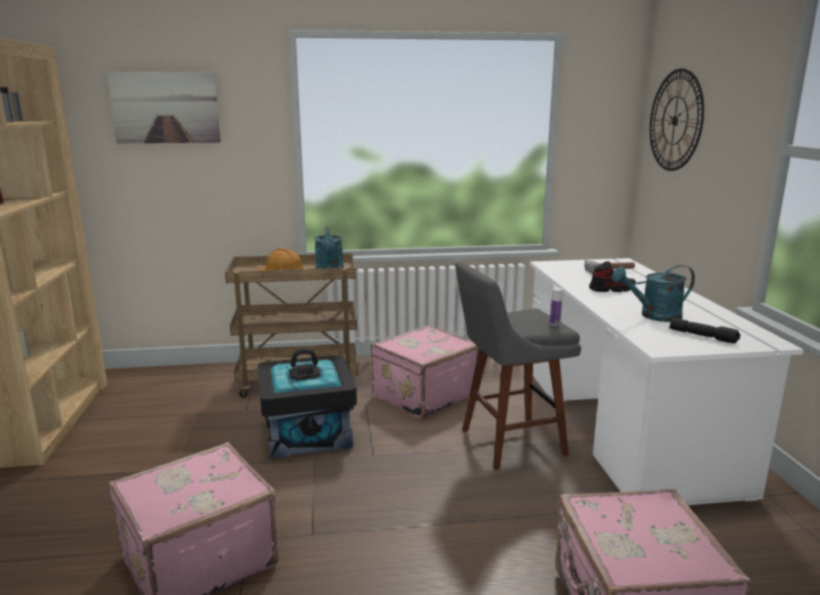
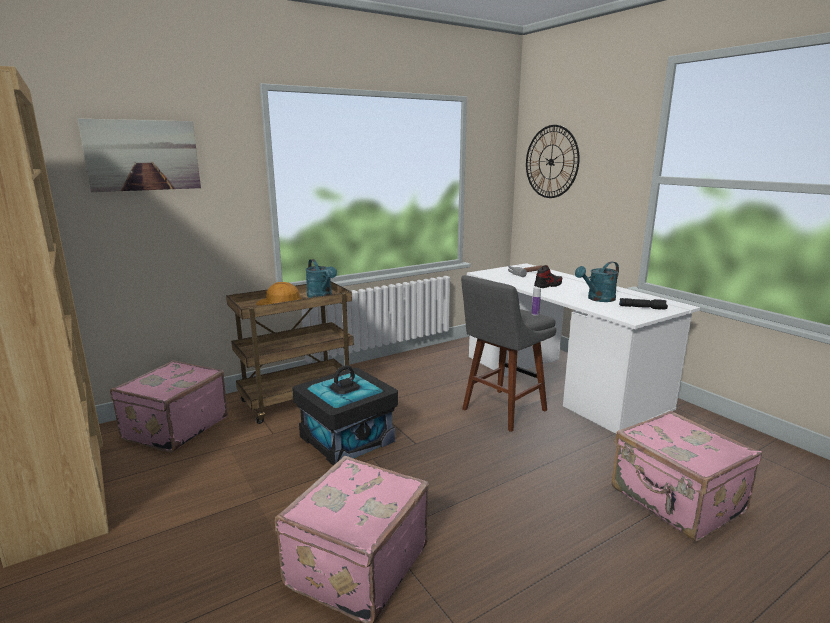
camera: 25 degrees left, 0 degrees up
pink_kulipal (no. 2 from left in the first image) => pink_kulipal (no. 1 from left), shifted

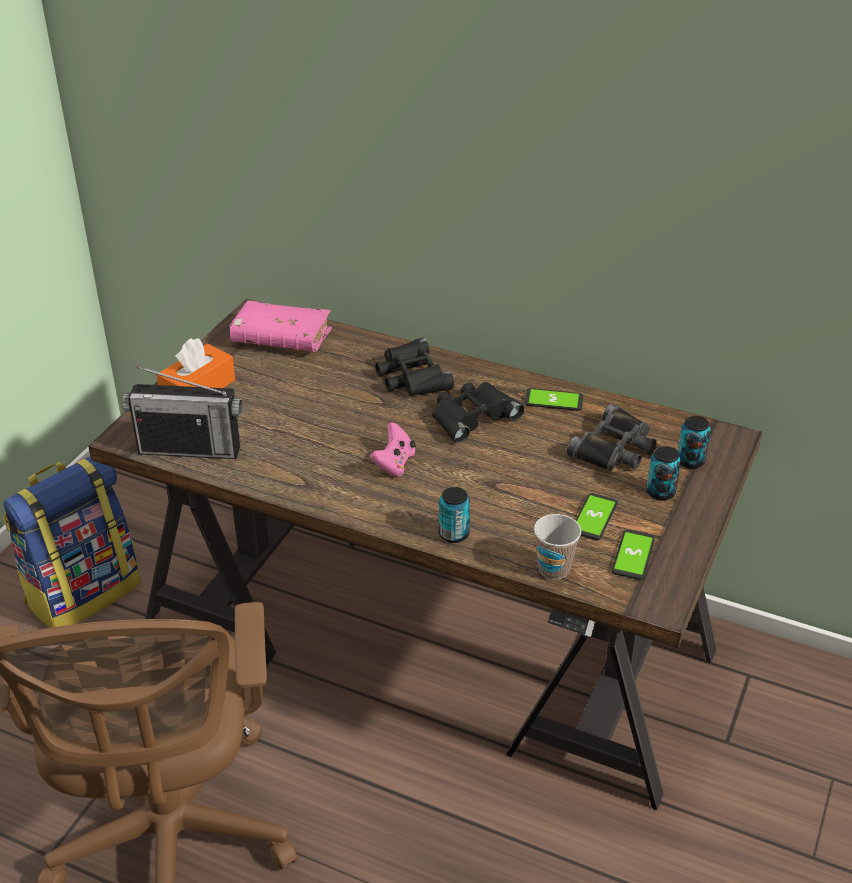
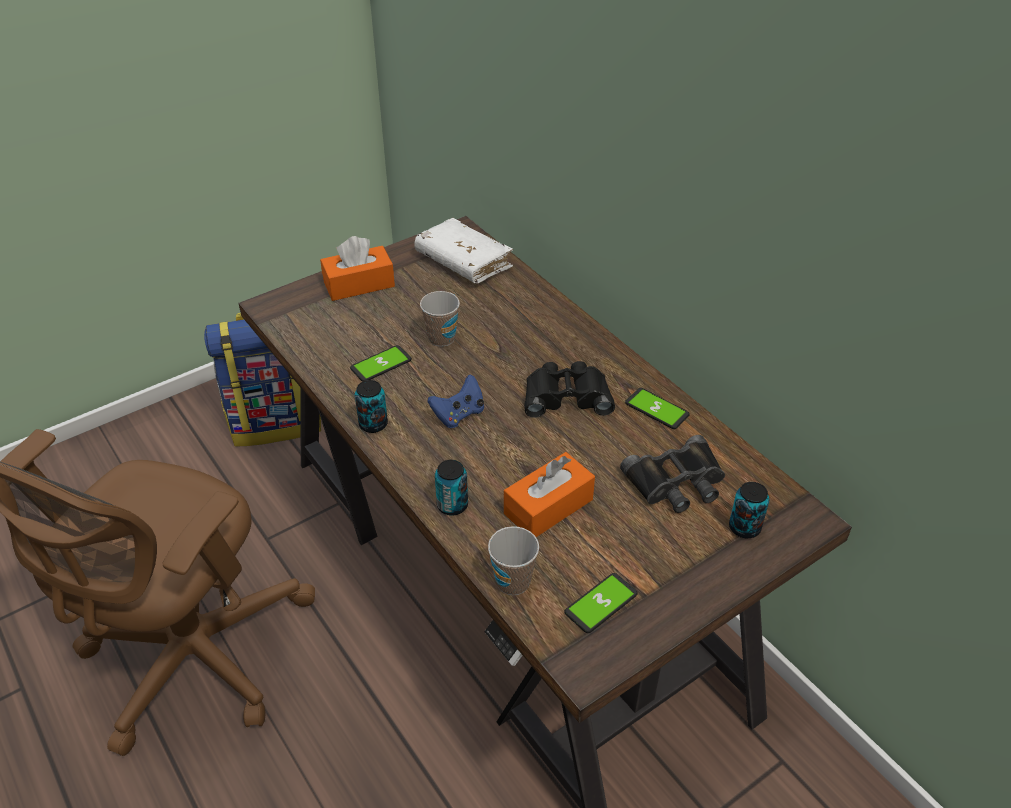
camera: 30 degrees right, 5 degrees up
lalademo => nothing
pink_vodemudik => white_vodemudik
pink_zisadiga => blue_zisadiga
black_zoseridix (no. 1 from left) => nothing
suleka (no. 2 from left in the first image) => suleka (no. 1 from left), shifted
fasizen (no. 2 from left in the first image) => fasizen (no. 1 from left), shifted
nothing => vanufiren (no. 1 from left)
nothing => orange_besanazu (no. 2 from left)

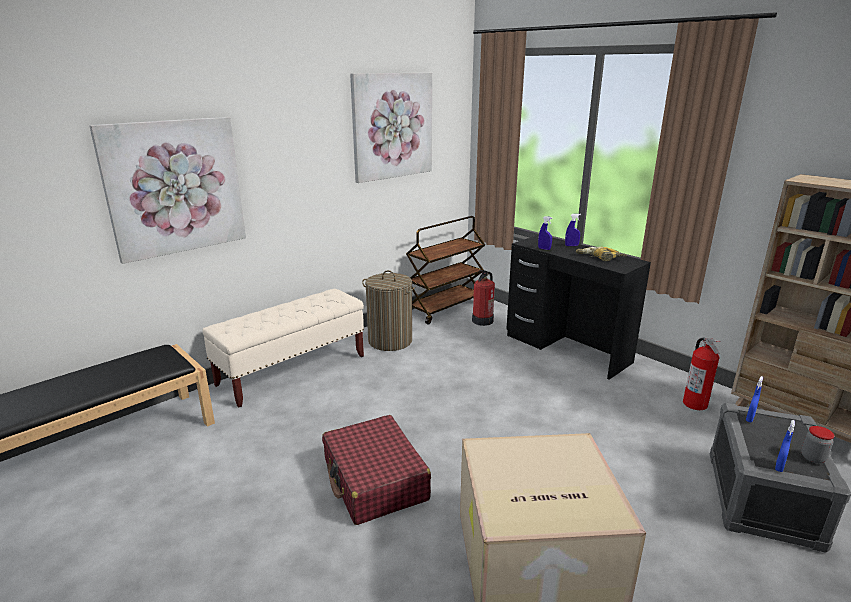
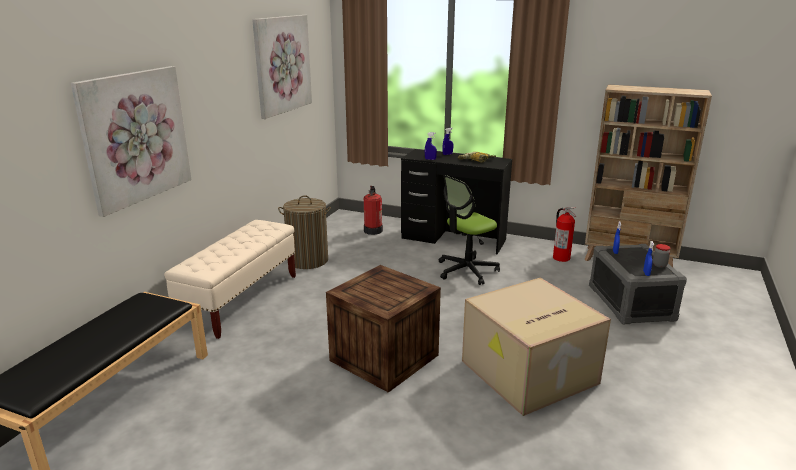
camera: 25 degrees left, 0 degrees up
red_kulipal => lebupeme
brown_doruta => nothing
nothing => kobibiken

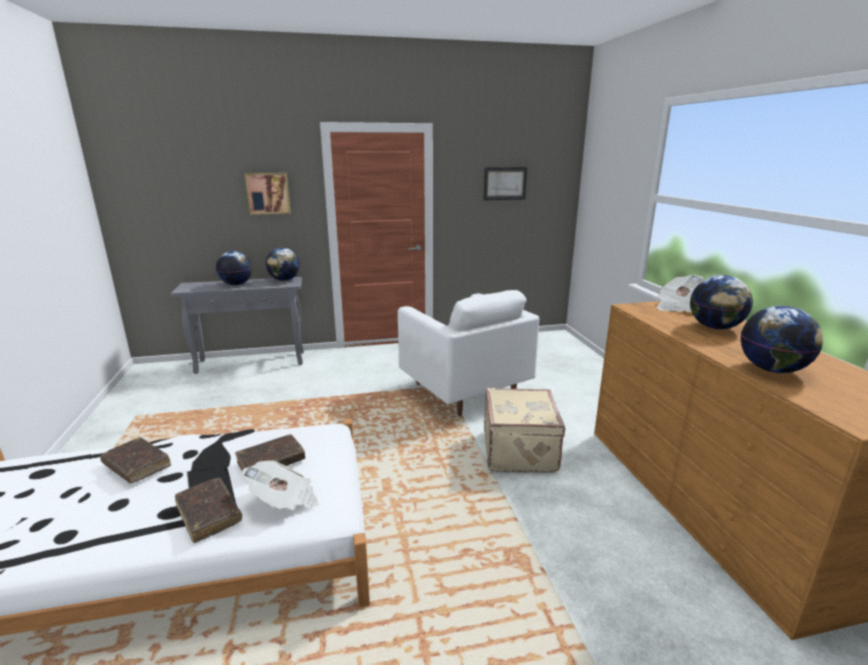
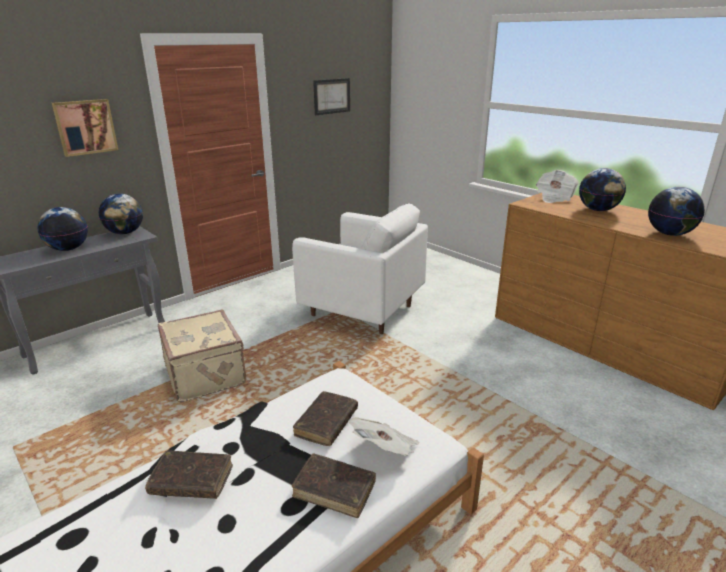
camera: 30 degrees left, 5 degrees up
beige_kulipal, shifted

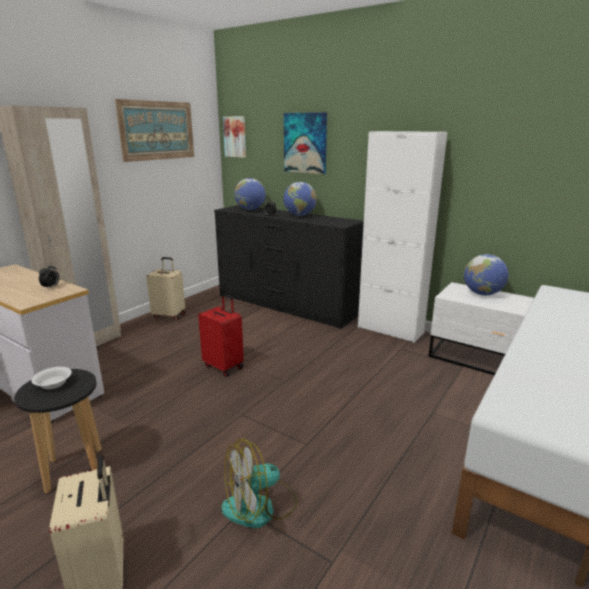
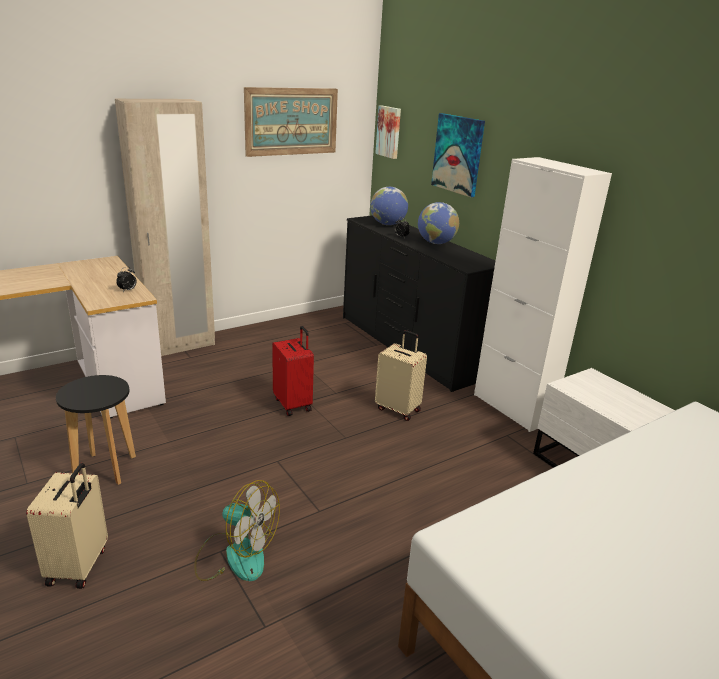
camera: 20 degrees right, 5 degrees up
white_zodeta => nothing
beige_kulipal (no. 2 from left), shifted
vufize, 150 degrees counterclockwise
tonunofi (no. 3 from left) => nothing

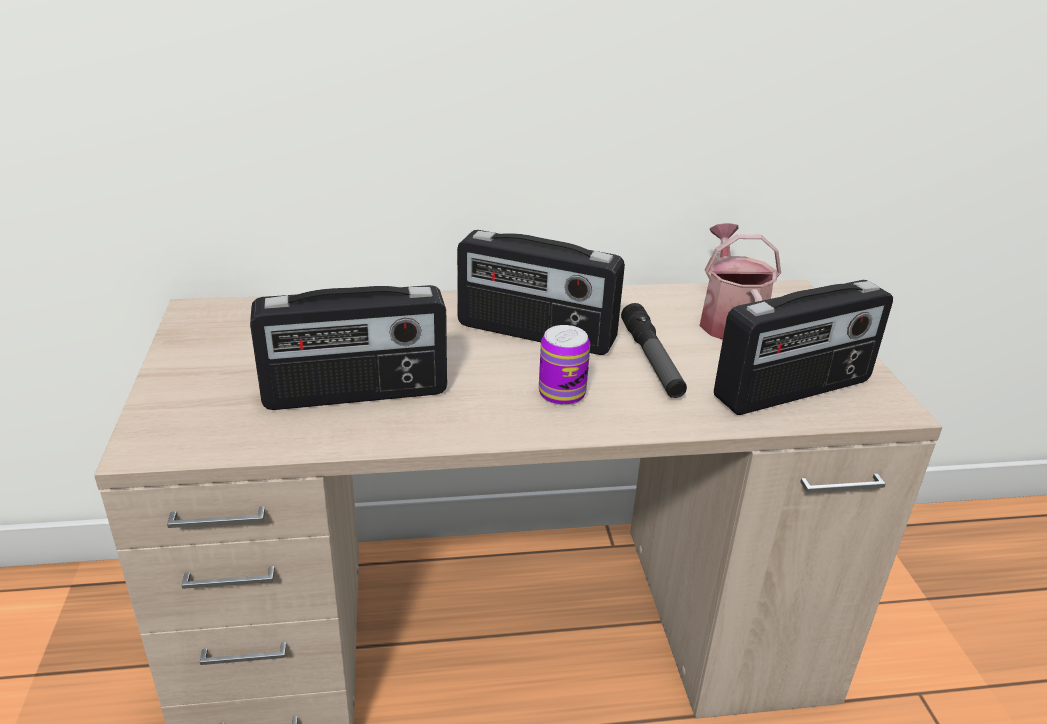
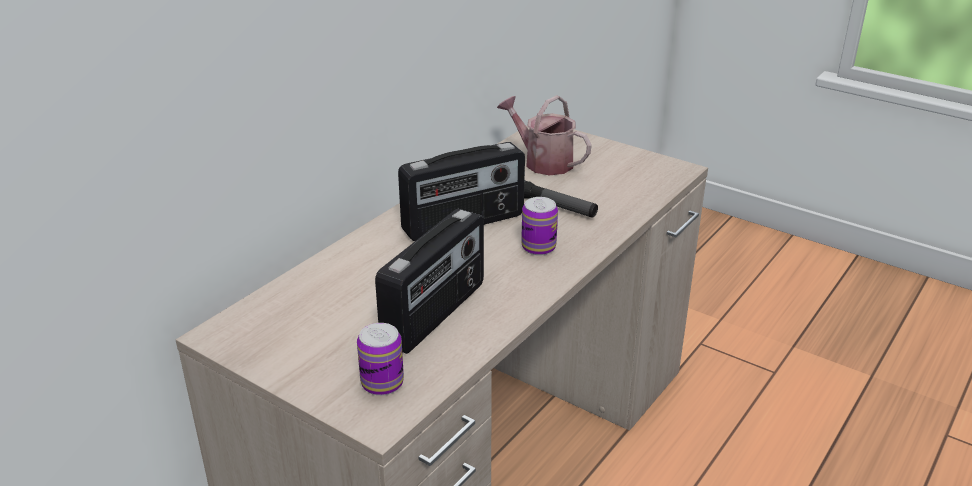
camera: 45 degrees left, 0 degrees up
lalademo (no. 3 from left) => nothing
nothing => fasizen (no. 1 from left)

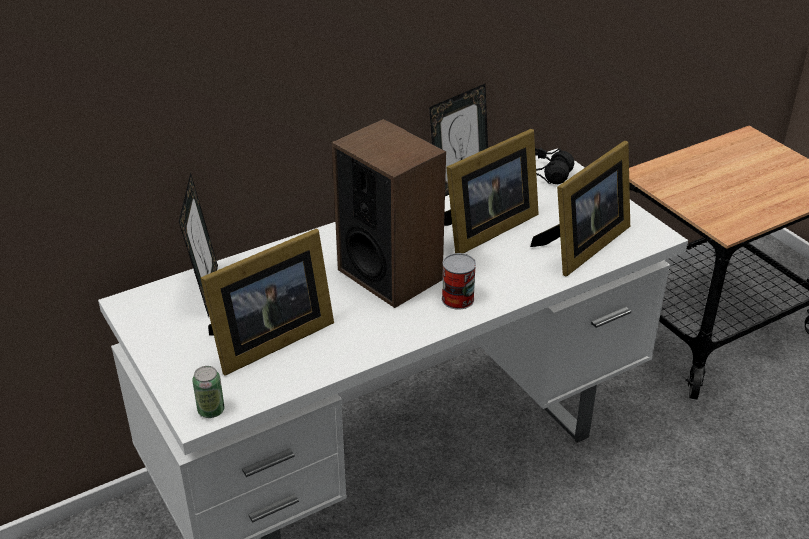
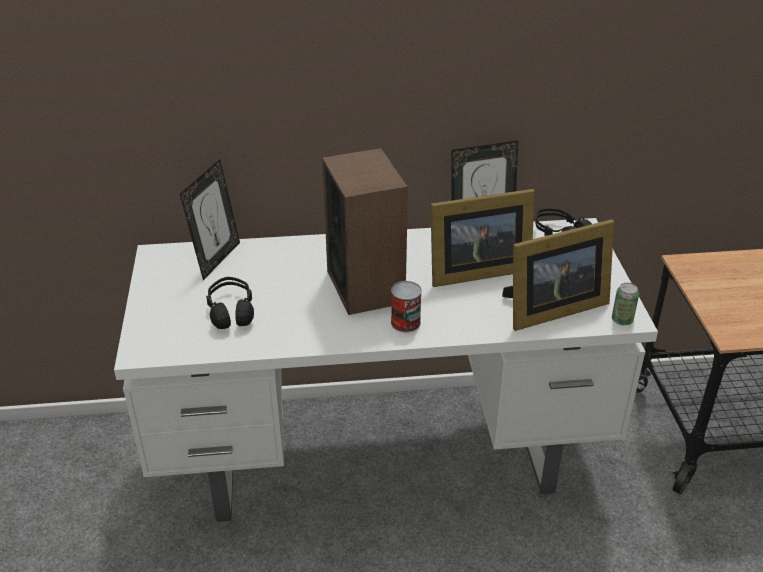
camera: 25 degrees right, 0 degrees up
fasizen (no. 1 from left in the first image) => fasizen (no. 2 from left), shifted
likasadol (no. 2 from left) => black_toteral (no. 1 from left)

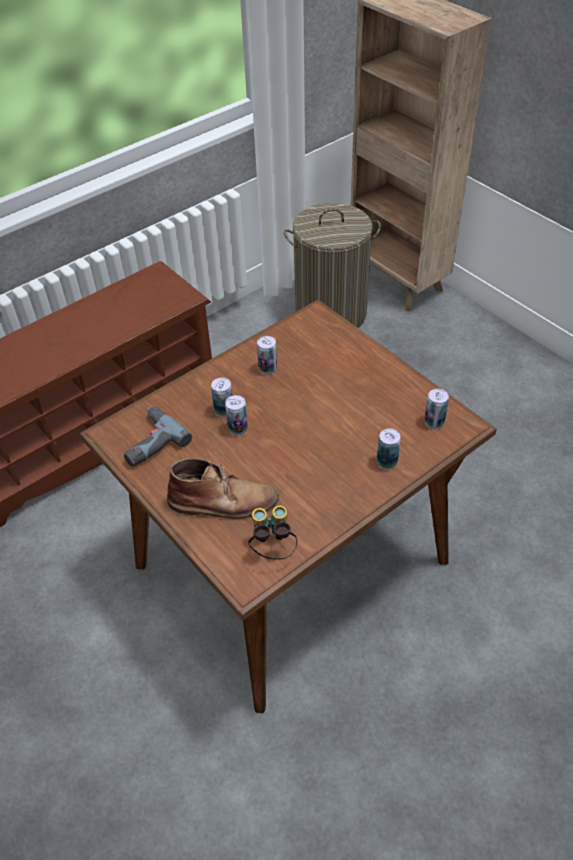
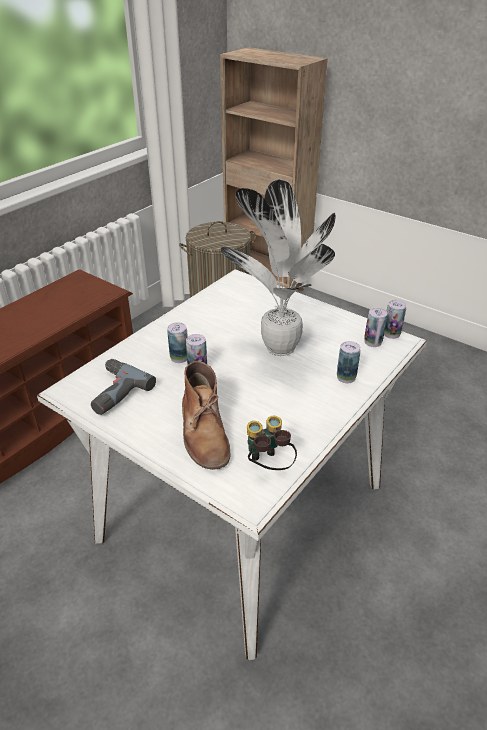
camera: 15 degrees left, 10 degrees down
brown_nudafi => white_nudafi
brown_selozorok, 90 degrees clockwise
fasizen (no. 3 from left in the first image) => fasizen (no. 5 from left), shifted
nothing => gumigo

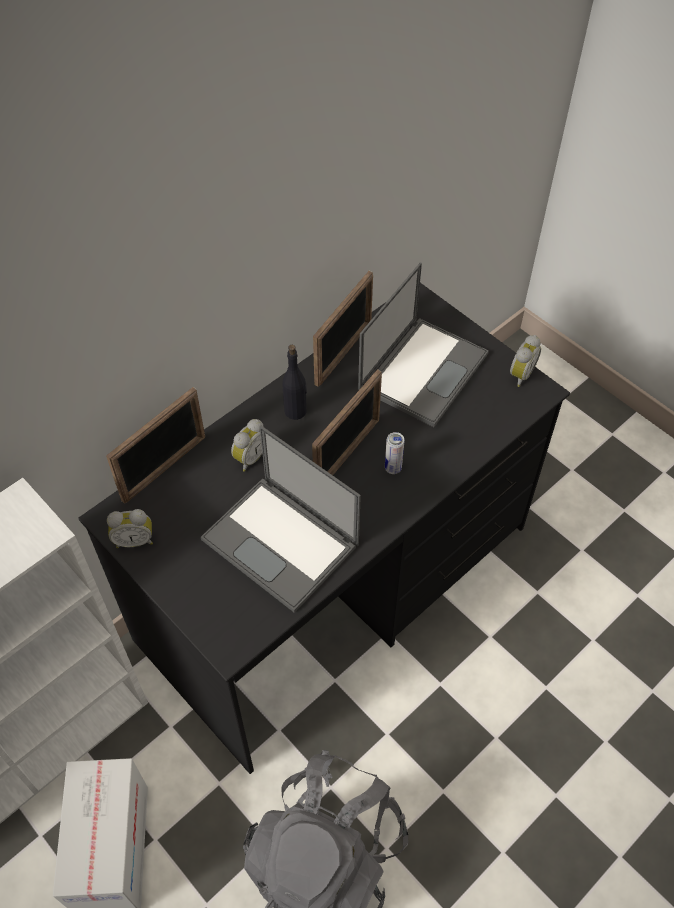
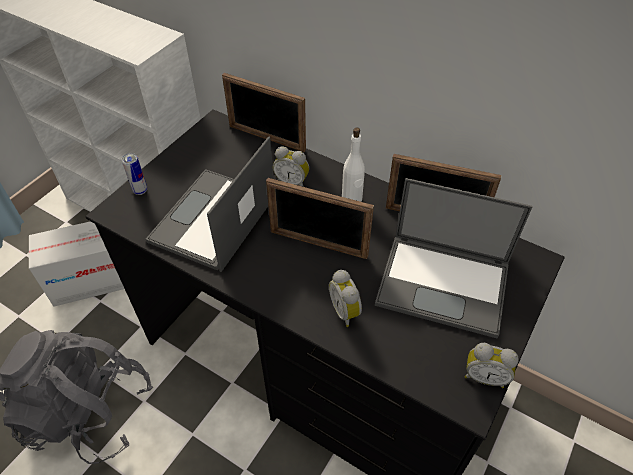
camera: 75 degrees right, 5 degrees down
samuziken (no. 1 from left in the first image) => samuziken (no. 2 from left), shifted
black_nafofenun => white_nafofenun
fasizen, shifted

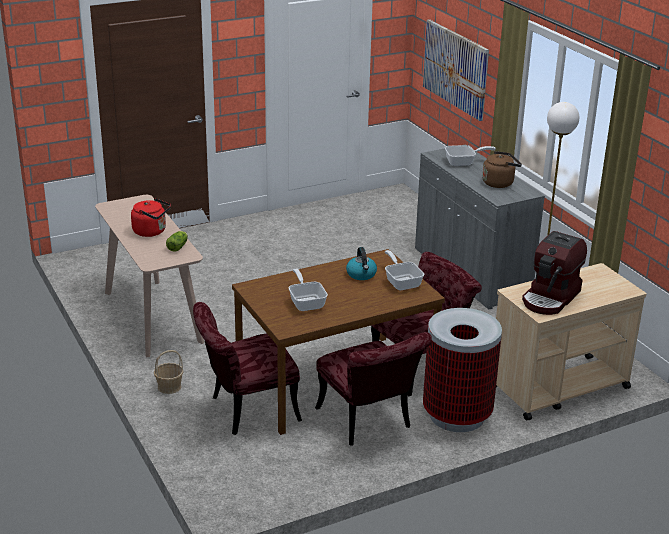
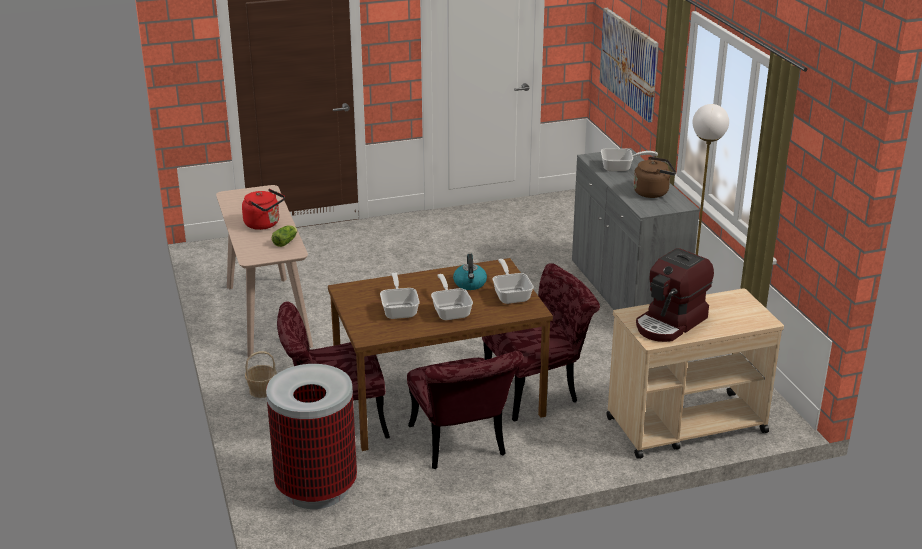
camera: 10 degrees right, 0 degrees up
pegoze, shifted
nothing => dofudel (no. 2 from left)

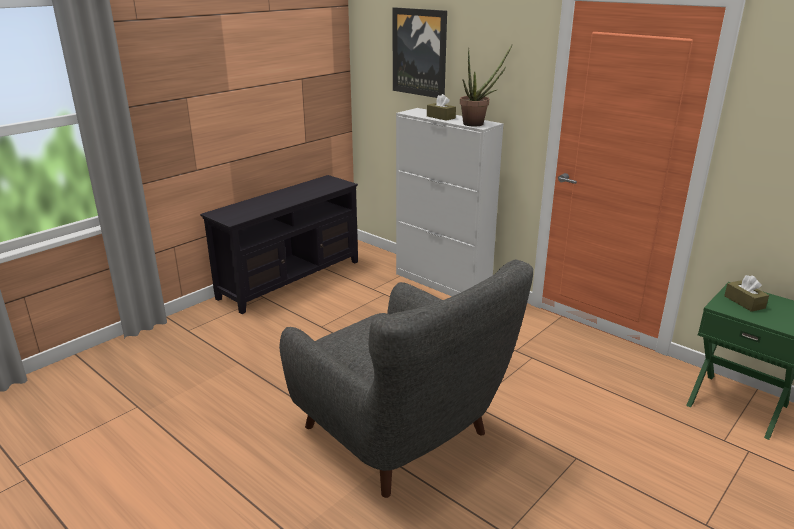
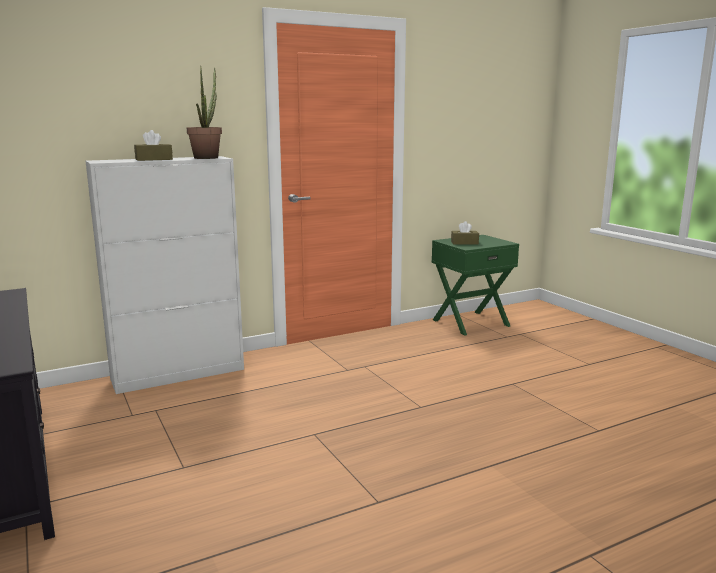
camera: 70 degrees left, 10 degrees down
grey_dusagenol => nothing
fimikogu => nothing

